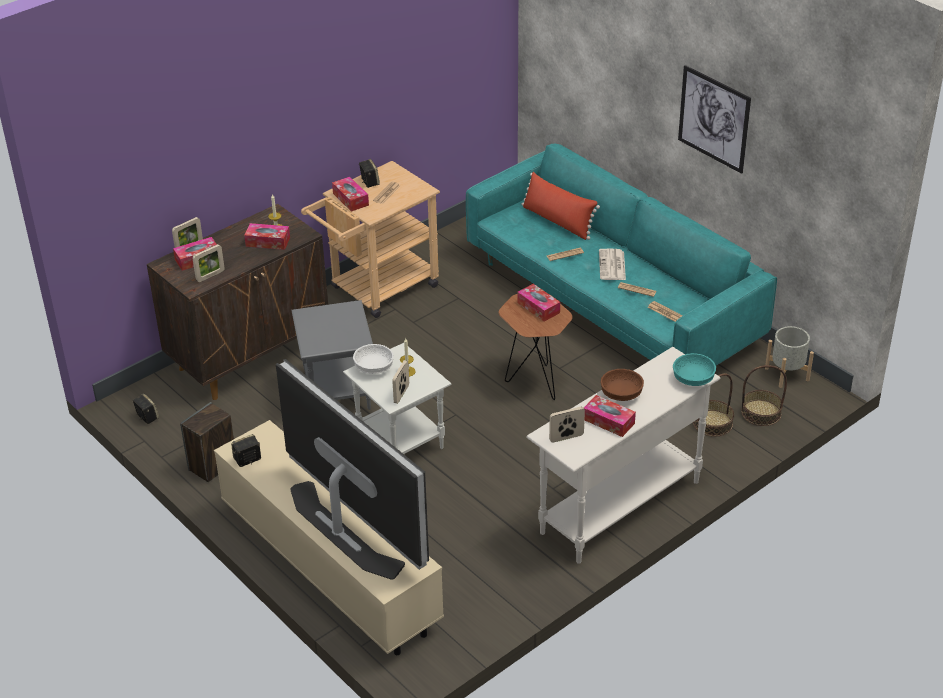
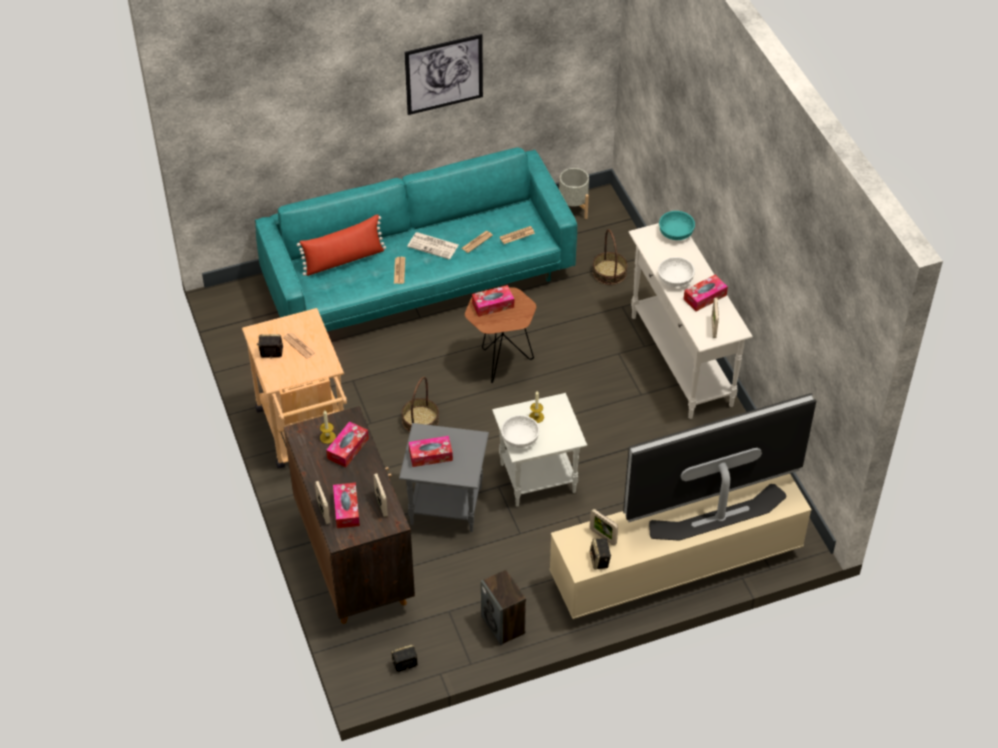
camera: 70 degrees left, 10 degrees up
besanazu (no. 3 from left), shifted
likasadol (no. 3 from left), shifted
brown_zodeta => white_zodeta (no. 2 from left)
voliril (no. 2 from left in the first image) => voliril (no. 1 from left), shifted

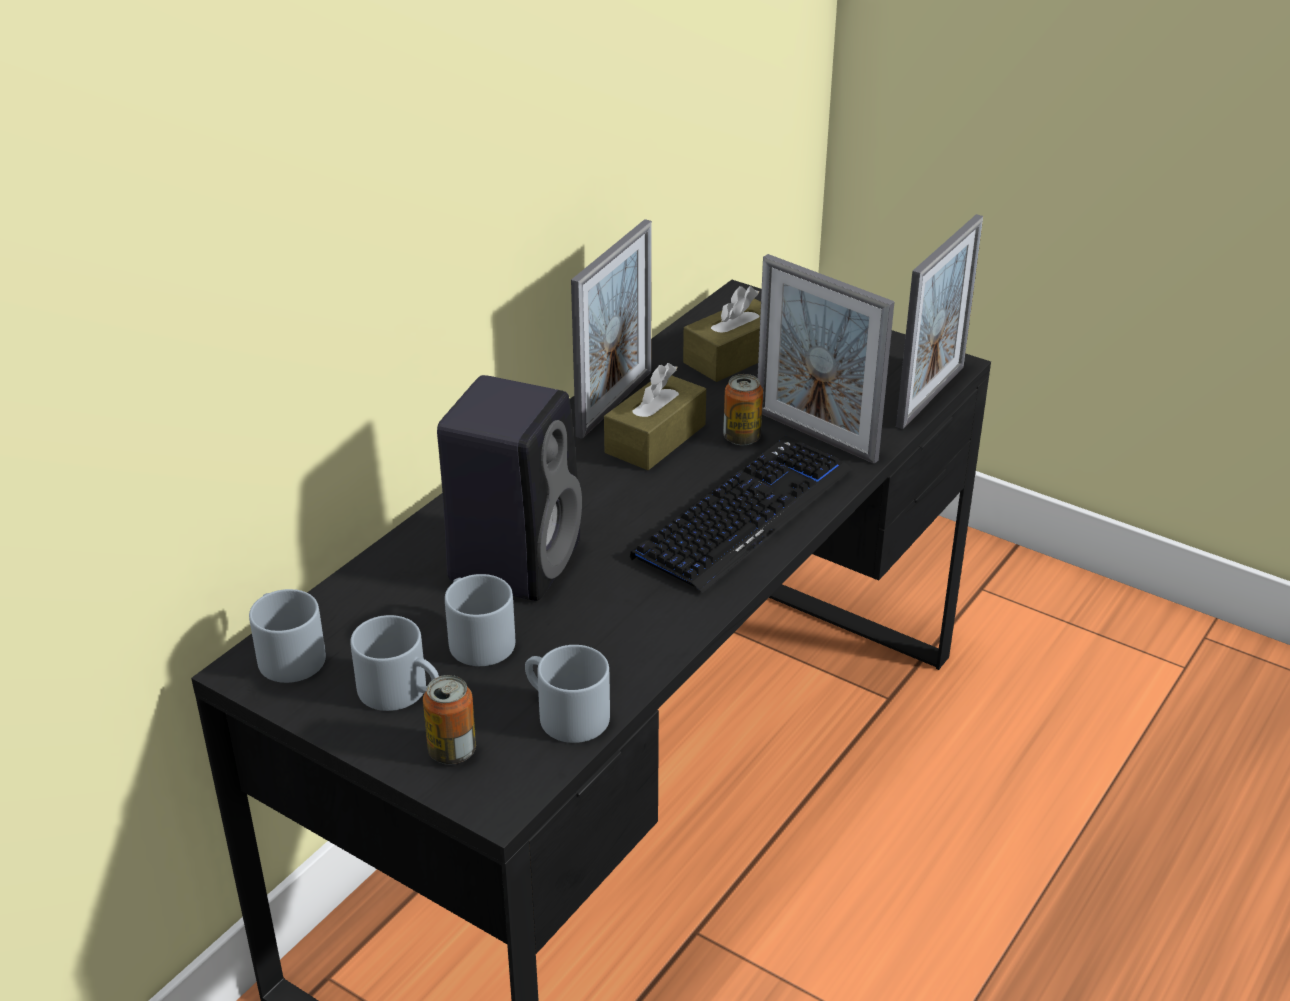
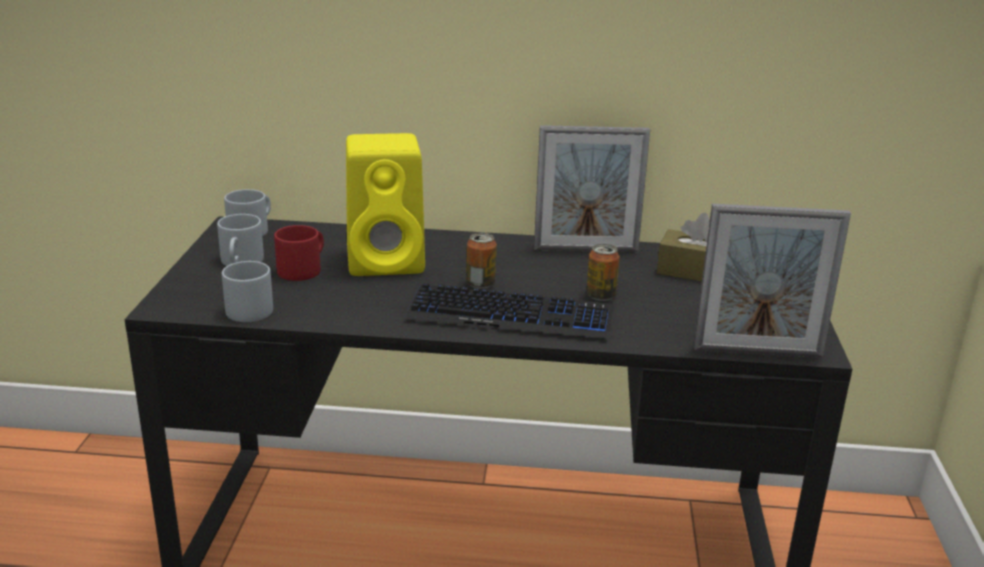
camera: 60 degrees right, 10 degrees down
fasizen (no. 1 from left), shifted
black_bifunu => yellow_bifunu
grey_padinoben (no. 3 from left) => red_padinoben
brown_besanazu (no. 1 from left) => nothing
likasadol (no. 2 from left) => nothing

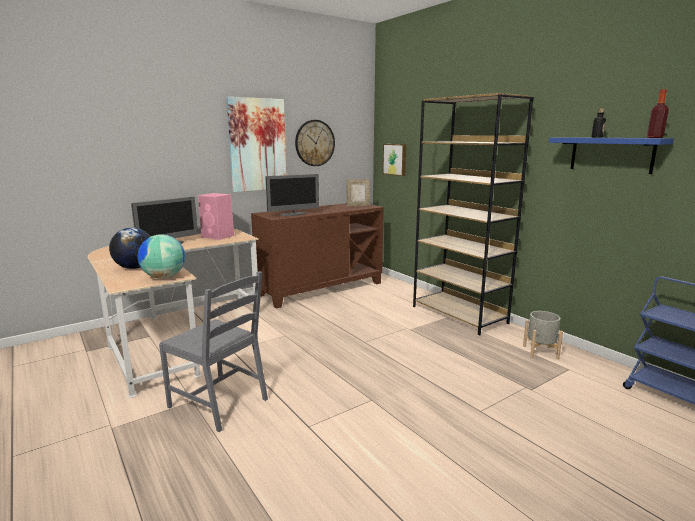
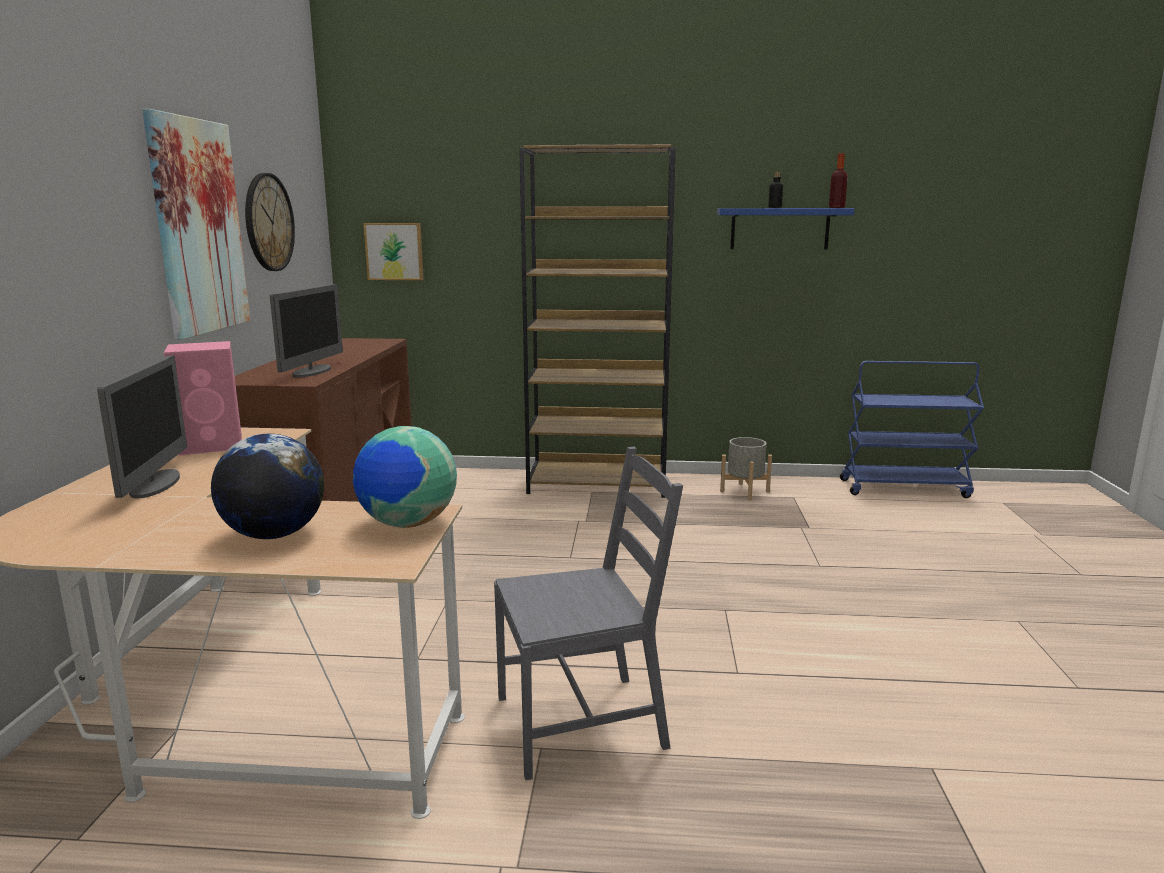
camera: 50 degrees left, 0 degrees up
likasadol => nothing

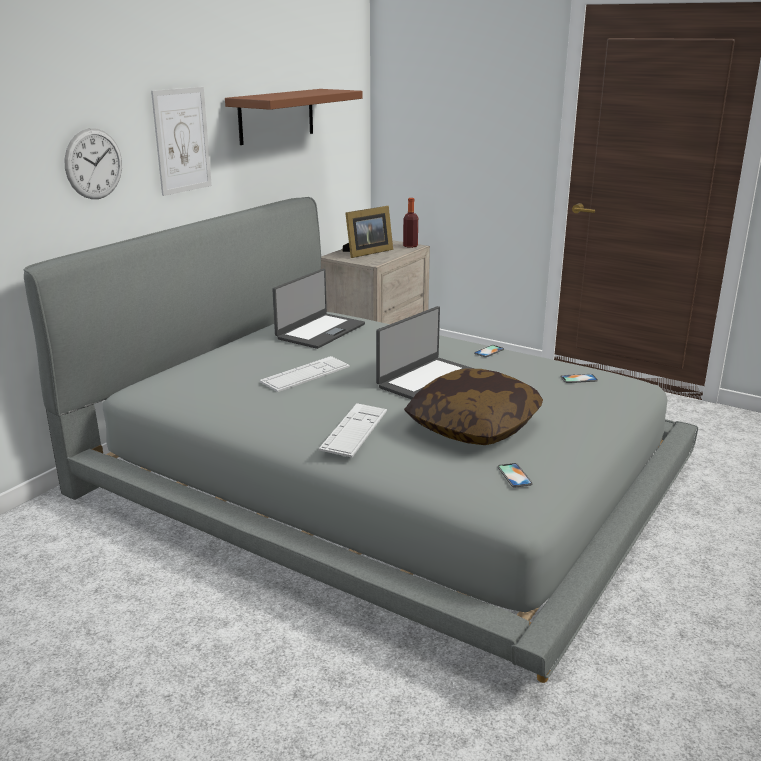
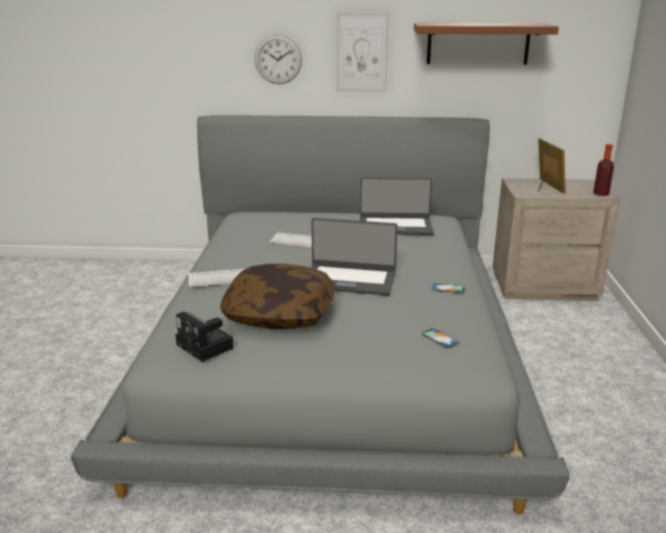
camera: 60 degrees right, 0 degrees up
likasadol, 120 degrees counterclockwise
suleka (no. 2 from left) => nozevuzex

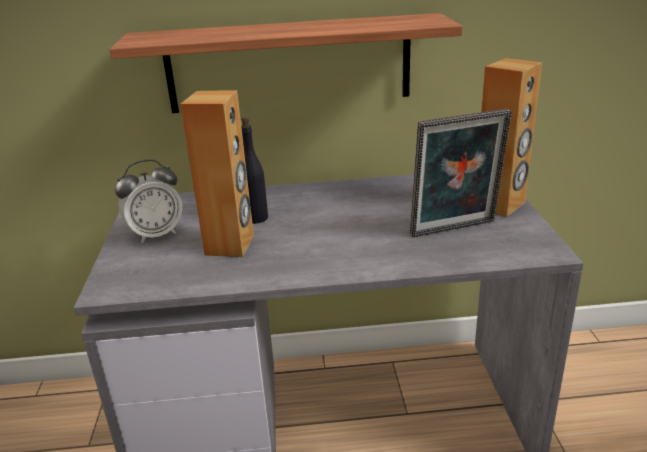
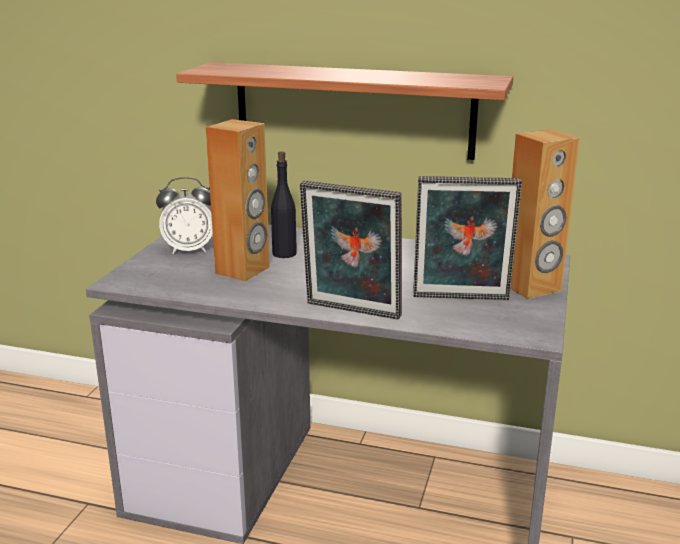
camera: 20 degrees right, 5 degrees down
nothing => likasadol (no. 1 from left)

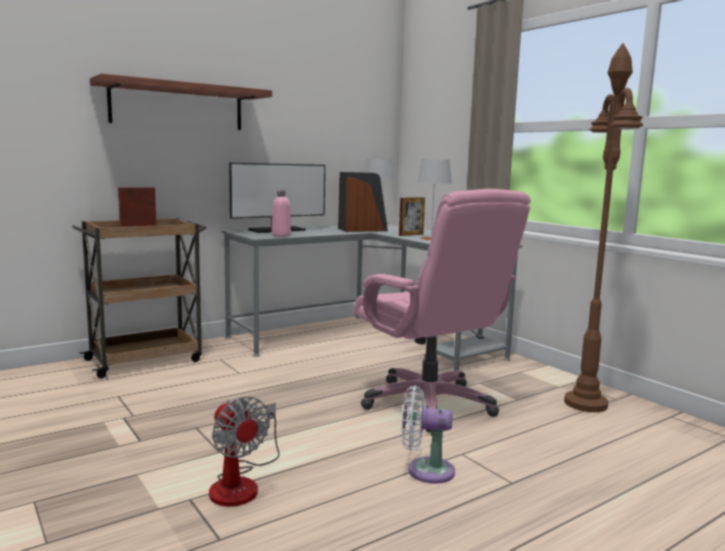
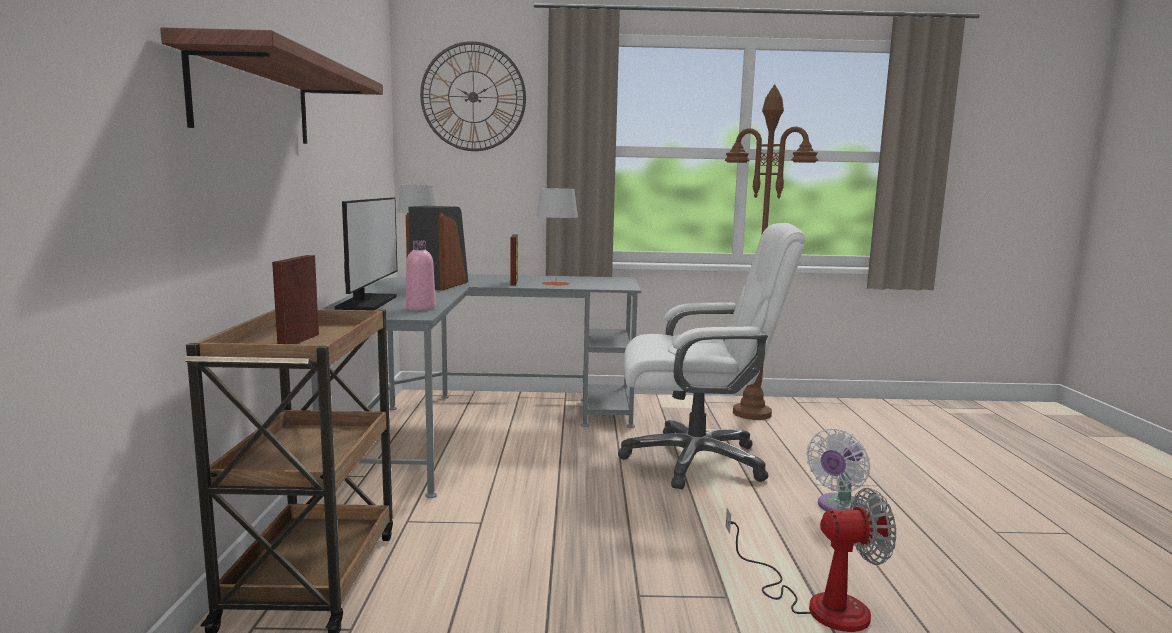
camera: 55 degrees left, 0 degrees up
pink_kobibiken => white_kobibiken
nothing => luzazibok

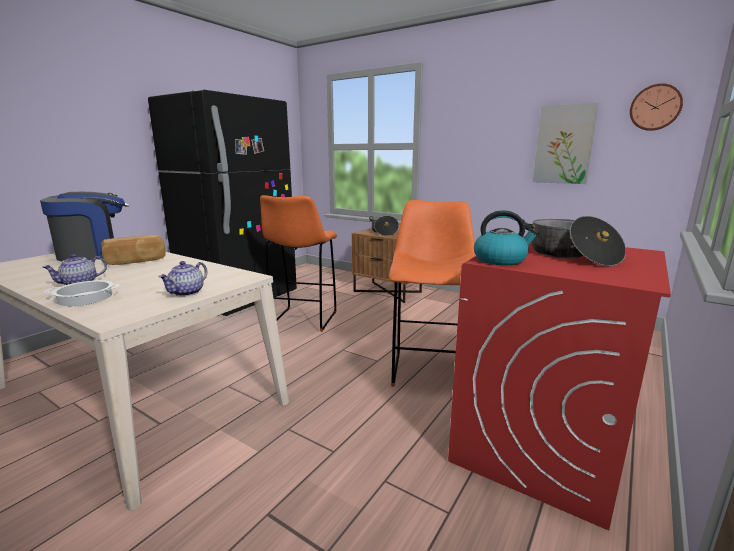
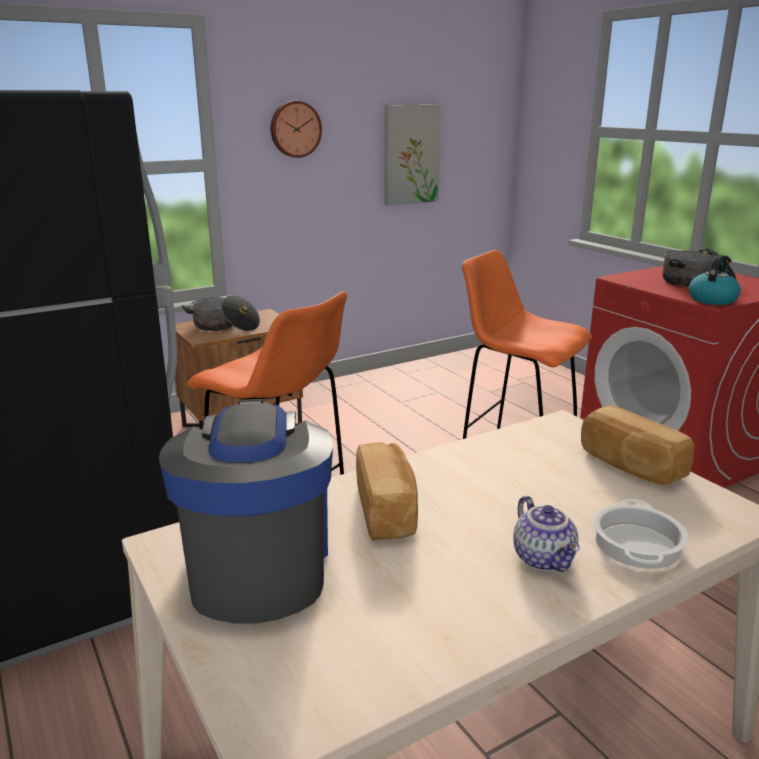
camera: 65 degrees left, 5 degrees up
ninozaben (no. 2 from left) => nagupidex (no. 2 from left)
luzazibok, shifted

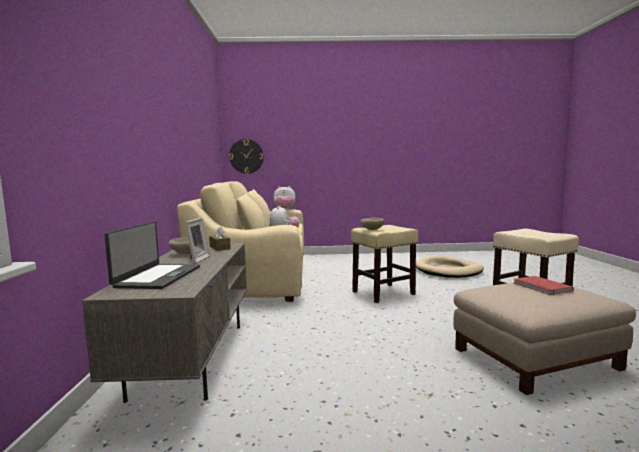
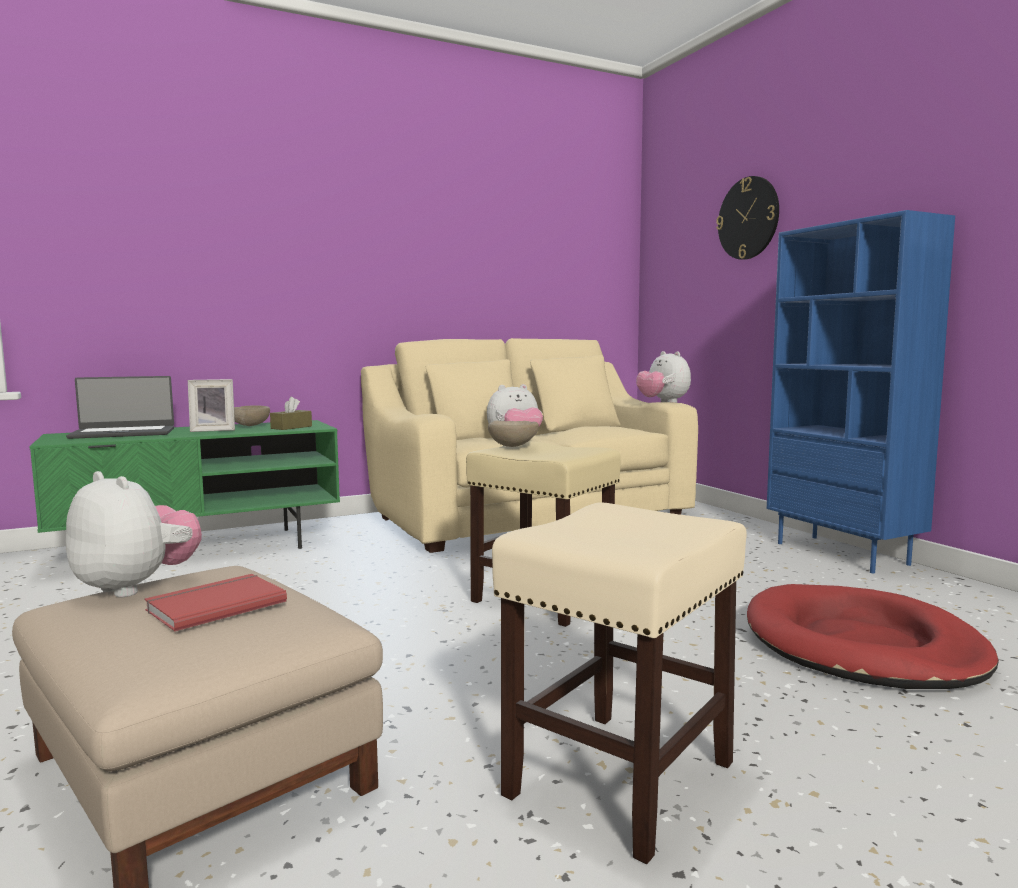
camera: 65 degrees right, 0 degrees up
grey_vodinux => green_vodinux
luzazibok, shifted
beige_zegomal => red_zegomal
nothing => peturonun (no. 1 from left)
nothing => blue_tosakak

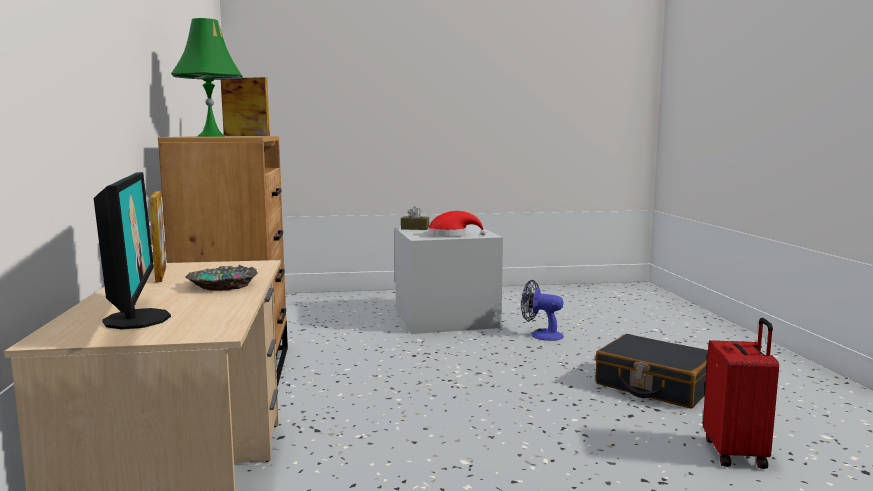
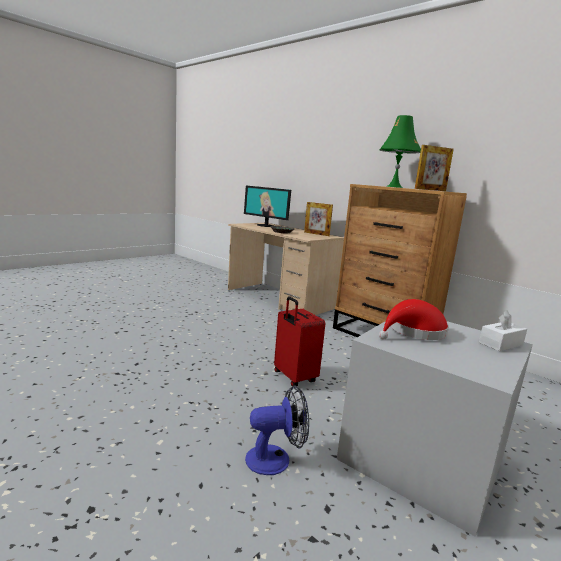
camera: 140 degrees right, 5 degrees up
brown_besanazu => white_besanazu
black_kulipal => nothing
red_kulipal, shifted

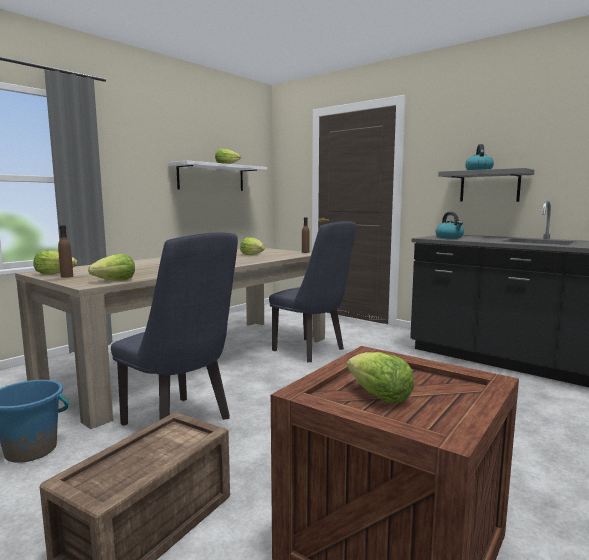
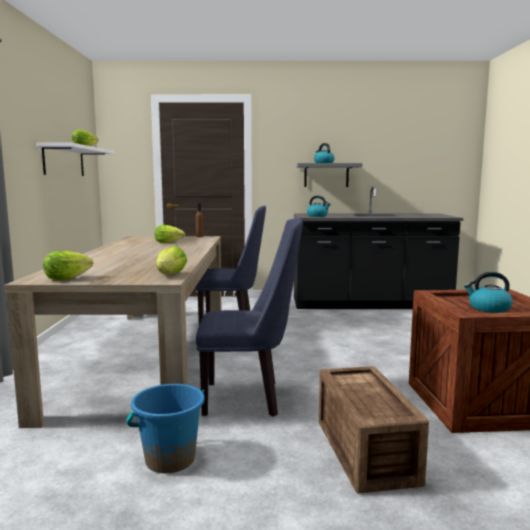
camera: 40 degrees left, 0 degrees up
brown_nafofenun (no. 1 from left) => nothing
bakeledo (no. 5 from left) => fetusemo (no. 3 from left)

